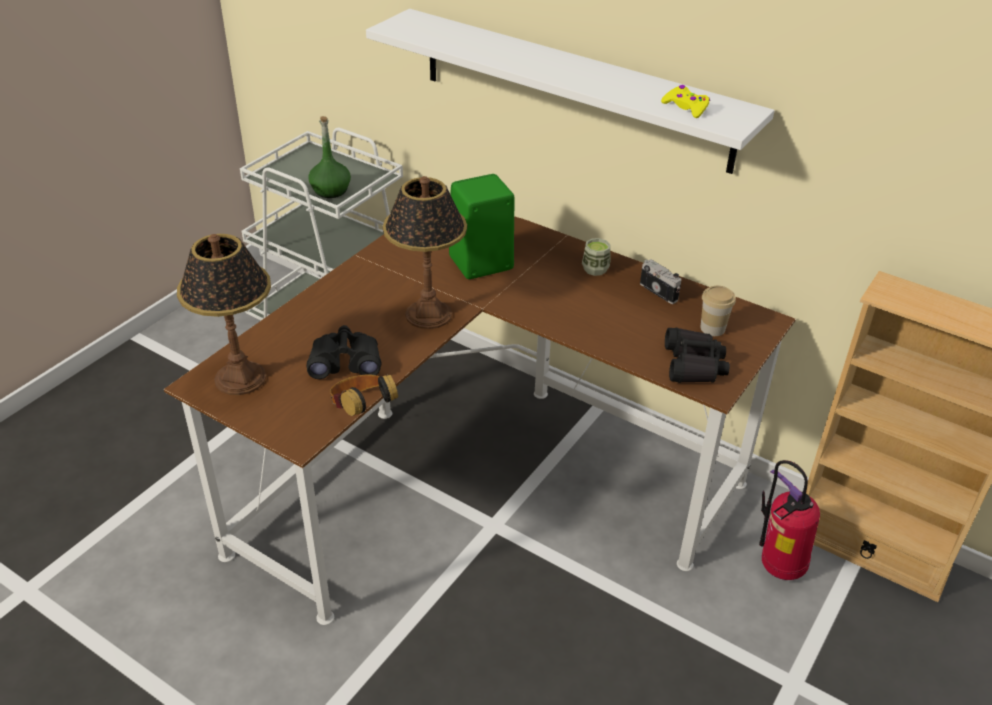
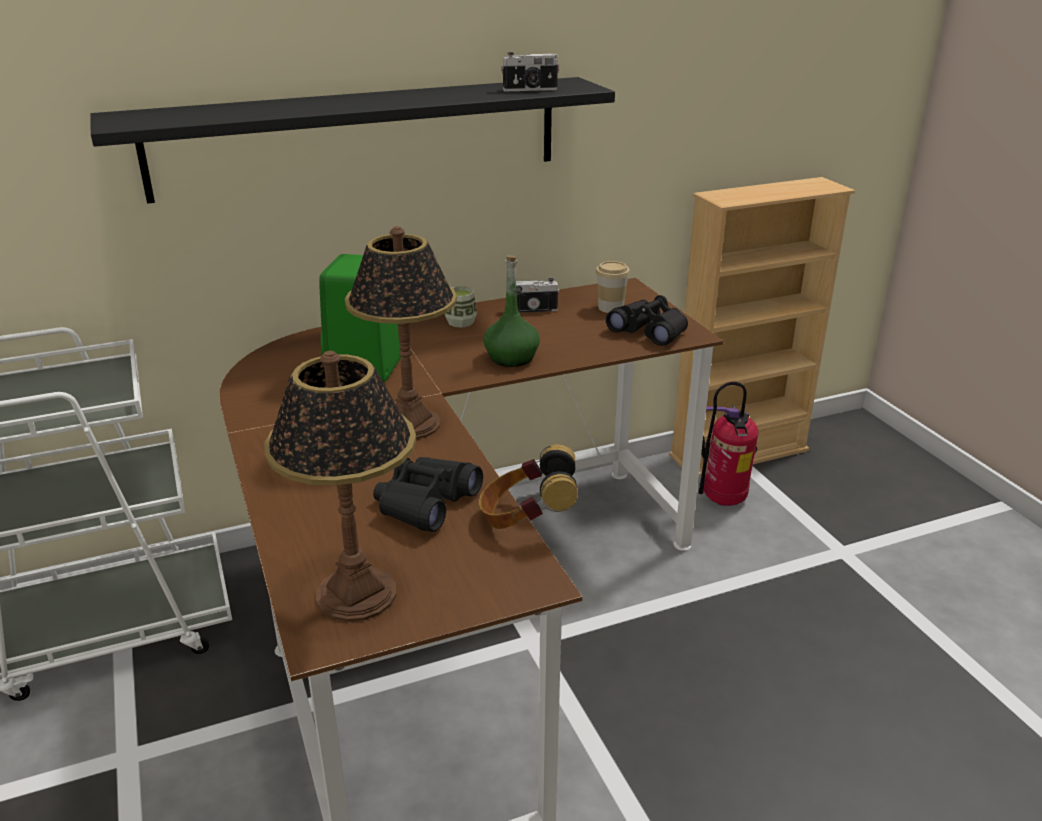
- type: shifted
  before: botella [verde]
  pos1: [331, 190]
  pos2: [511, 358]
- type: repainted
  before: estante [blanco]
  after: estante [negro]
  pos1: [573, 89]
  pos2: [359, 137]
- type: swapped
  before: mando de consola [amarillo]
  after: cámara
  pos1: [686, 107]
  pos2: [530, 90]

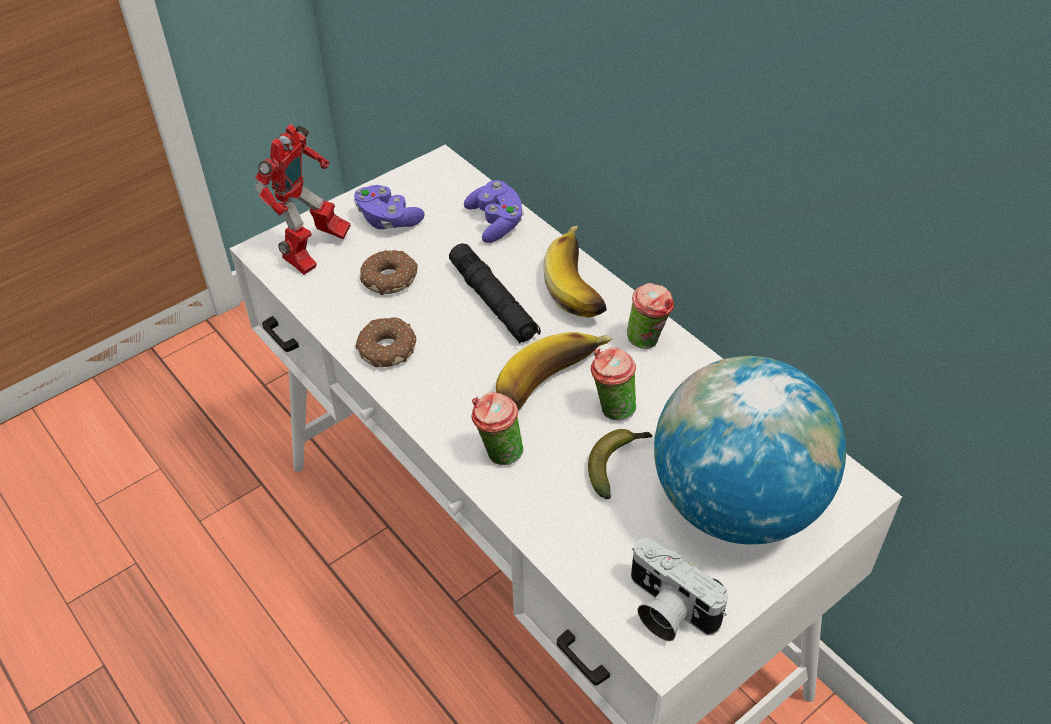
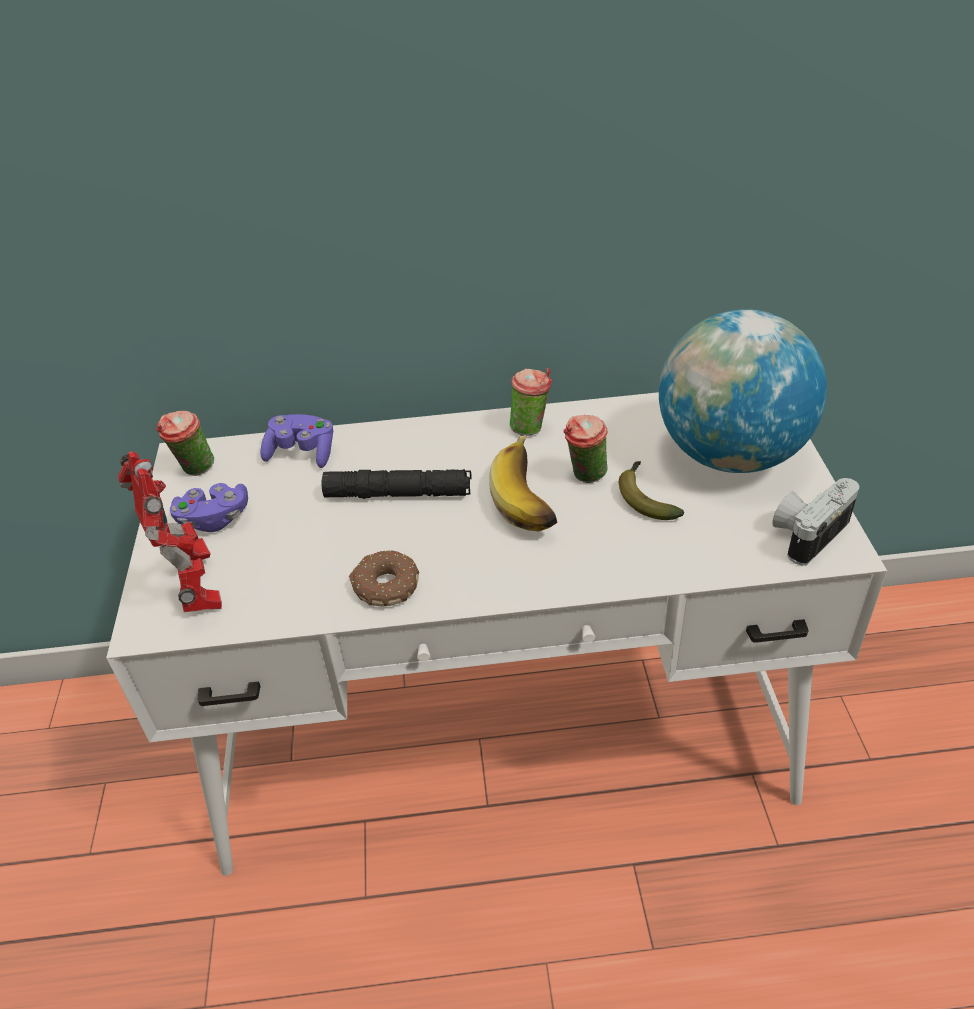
- type: gone
  before: rosquilla
  pos1: [390, 278]
- type: shifted
  before: taza
  pos1: [497, 454]
  pos2: [194, 470]
- type: gone
  before: plátano
  pos1: [582, 286]
- type: rotated
  before: cámara
  pos1: [666, 609]
  pos2: [807, 532]
  turn: 150

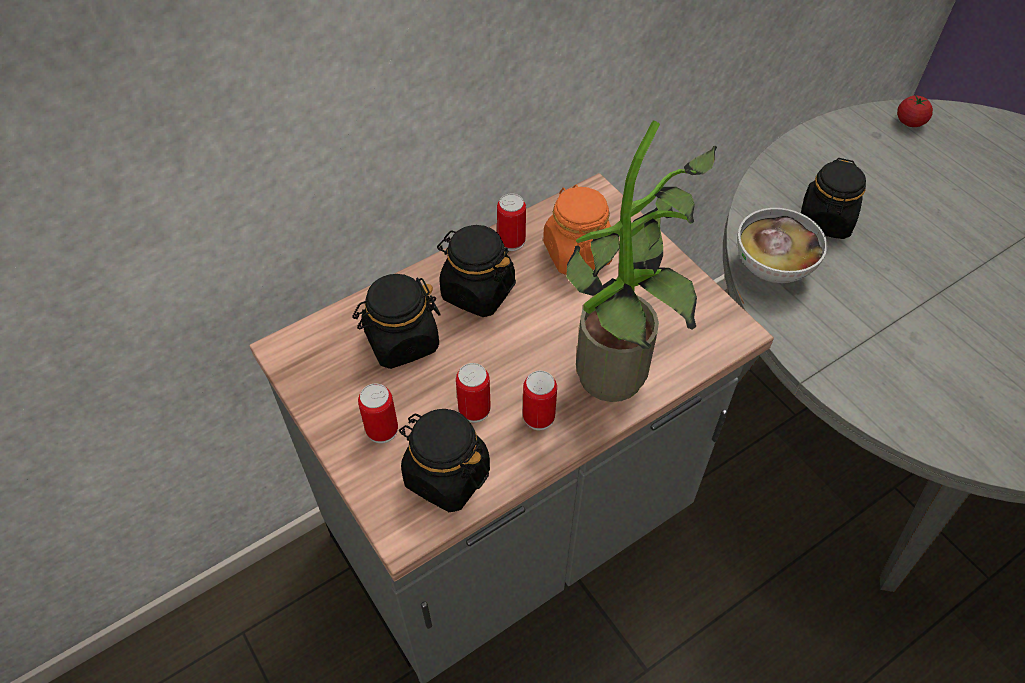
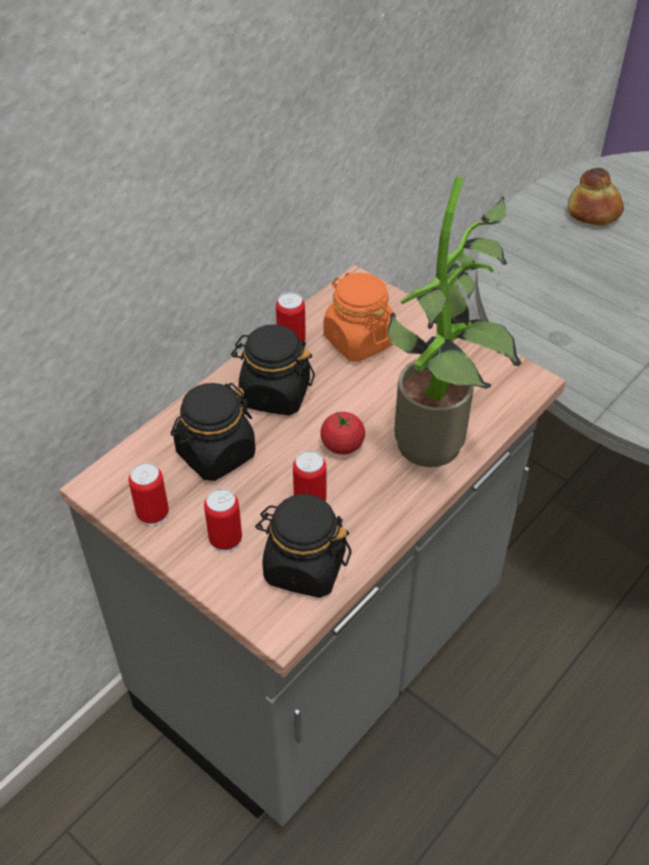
- type: shifted
  before: lata
  pos1: [538, 417]
  pos2: [153, 513]
- type: gone
  before: cuenco
  pos1: [772, 268]
- type: gone
  before: tarro [negro]
  pos1: [825, 221]
- type: shifted
  before: tomate
  pos1: [910, 122]
  pos2: [342, 445]
- type: new
  after: pan
  pos2: [592, 212]

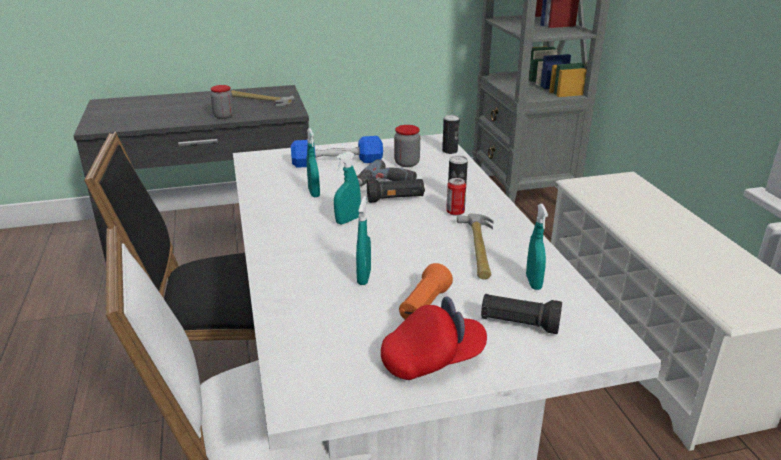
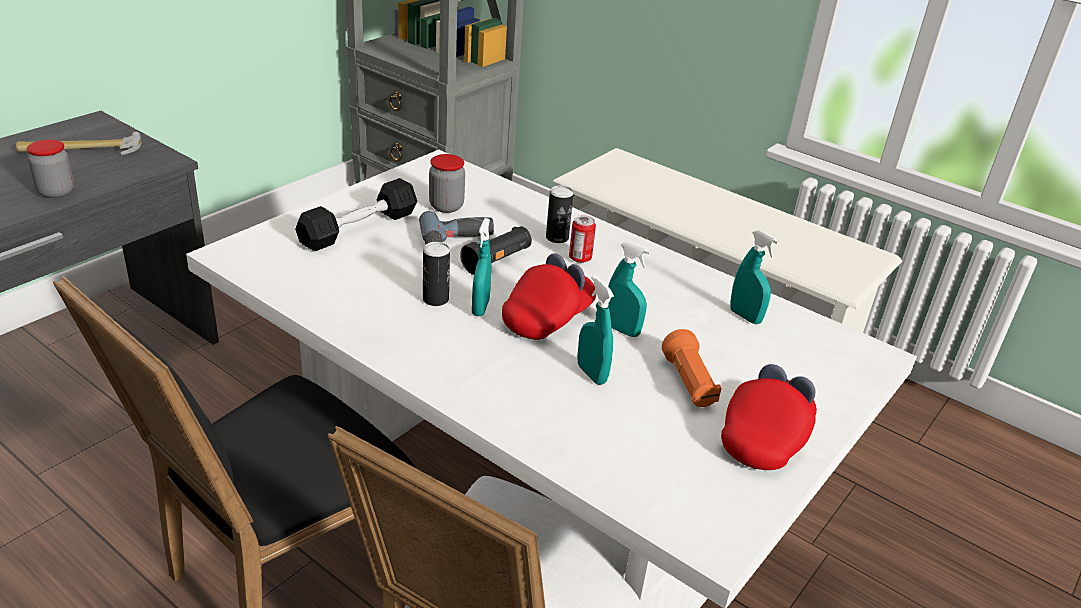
- type: repainted
  before: mancuerna [azul]
  after: mancuerna [negro]
  pos1: [337, 162]
  pos2: [359, 228]
- type: shifted
  before: pulverizador [turquesa]
  pos1: [314, 193]
  pos2: [621, 330]
- type: shifted
  before: lata
  pos1: [450, 151]
  pos2: [435, 299]
- type: gone
  before: martillo
  pos1: [478, 248]
- type: gone
  before: linterna [negro]
  pos1: [518, 324]
- type: new
  after: gorra [rojo]
  pos2: [548, 318]

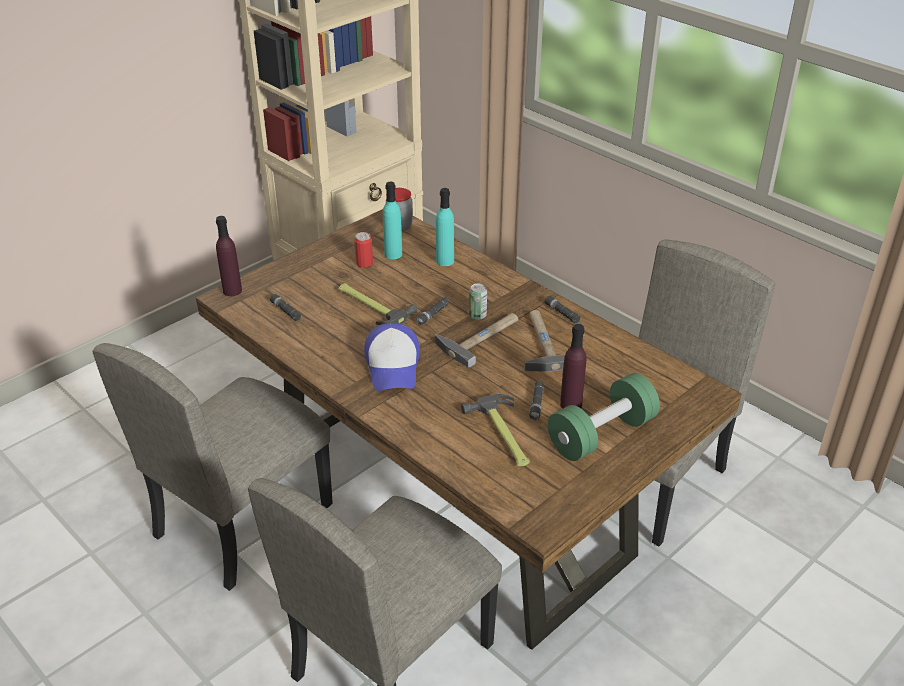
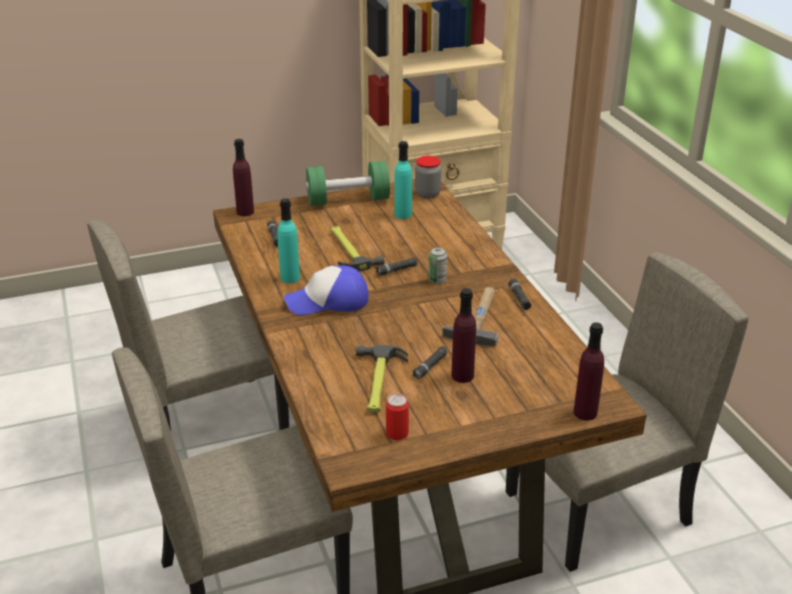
- type: shifted
  before: lata
  pos1: [364, 263]
  pos2: [397, 433]
- type: rotated
  before: gorra
  pos1: [393, 366]
  pos2: [328, 301]
  turn: 60
- type: gone
  before: martillo
  pos1: [481, 338]
- type: shifted
  before: botella [turquesa]
  pos1: [445, 261]
  pos2: [290, 278]
- type: shifted
  before: mancuerna [verde]
  pos1: [601, 434]
  pos2: [348, 200]
- type: new
  after: botella [morado]
  pos2: [585, 412]

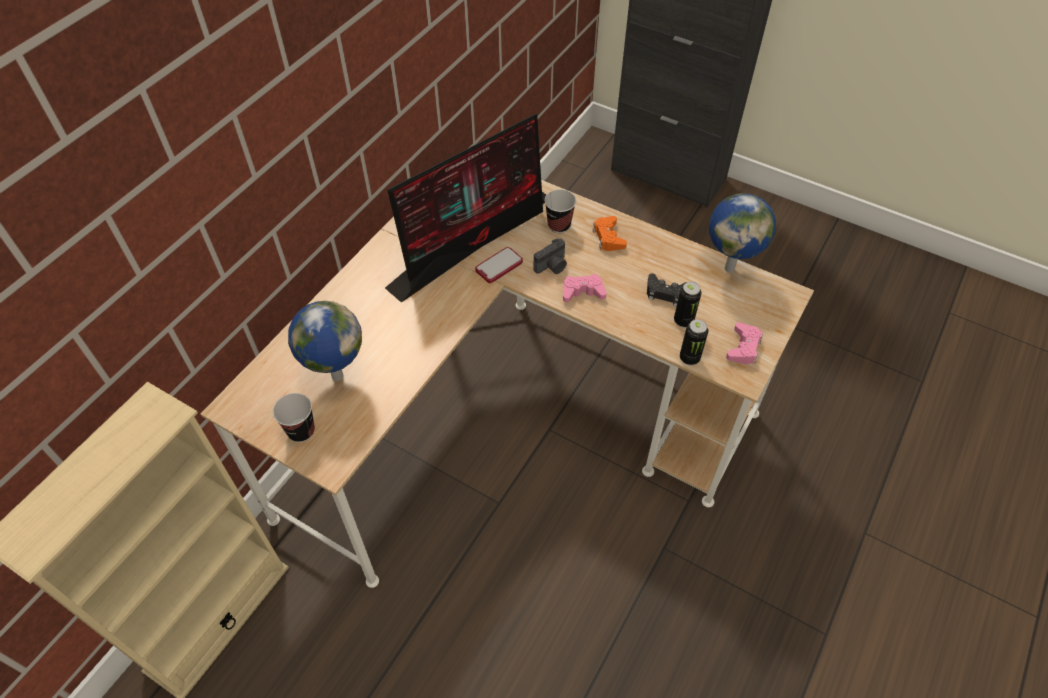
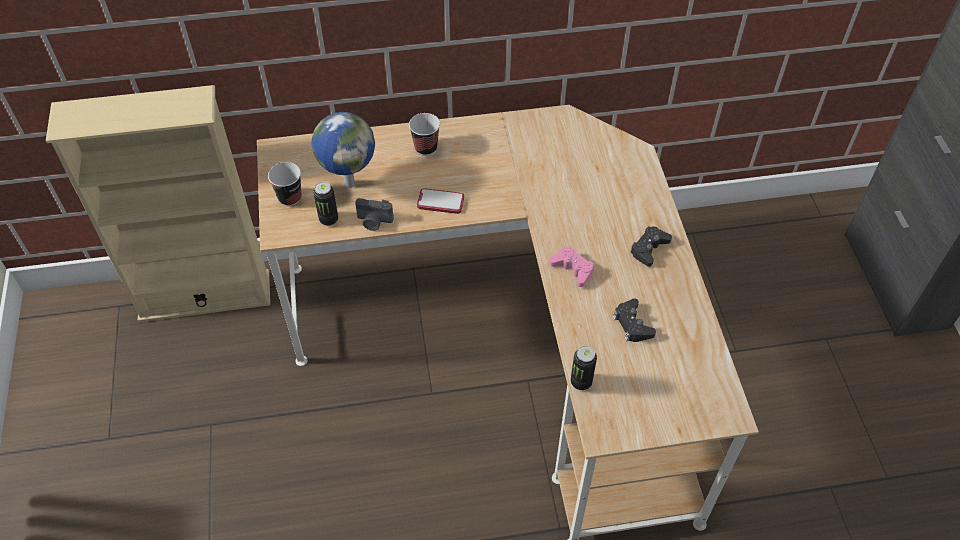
- type: gone
  before: monitor
  pos1: [474, 240]
- type: shifted
  before: móvil
  pos1: [499, 266]
  pos2: [440, 202]
- type: shifted
  before: cámara
  pos1: [552, 266]
  pos2: [374, 222]
- type: shifted
  before: taza
  pos1: [559, 225]
  pos2: [426, 148]
- type: repainted
  before: mando de consola [naranja]
  after: mando de consola [negro]
  pos1: [608, 237]
  pos2: [649, 249]
- type: shifted
  before: lata
  pos1: [683, 321]
  pos2: [329, 219]
- type: gone
  before: globo terráqueo
  pos1: [730, 268]
- type: gone
  before: mando de consola [rosa]
  pos1: [743, 347]

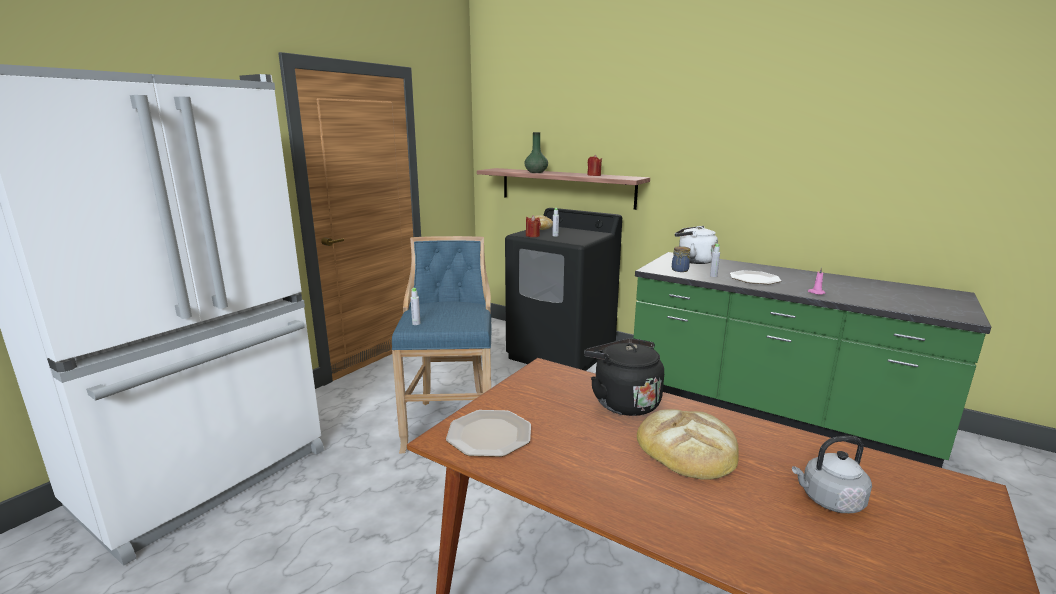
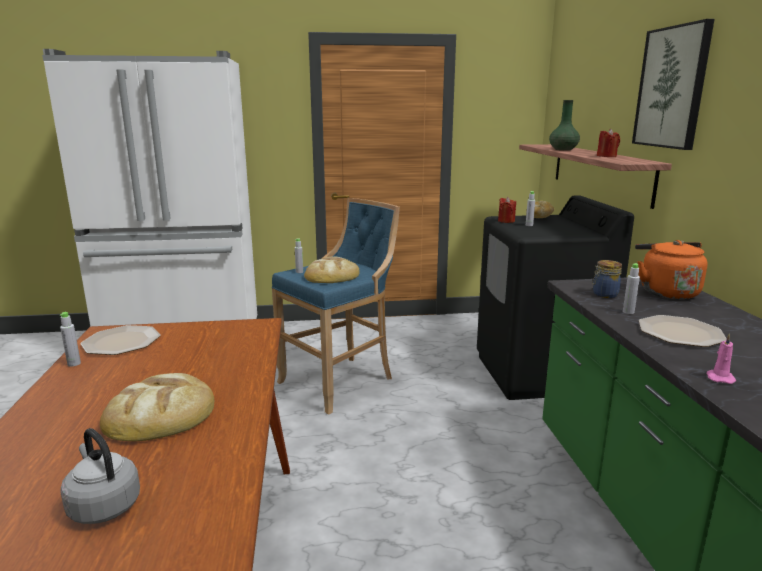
- type: gone
  before: hervidor [negro]
  pos1: [623, 402]
- type: repainted
  before: hervidor [blanco]
  after: hervidor [naranja]
  pos1: [693, 261]
  pos2: [665, 292]
- type: new
  after: botella [gris]
  pos2: [74, 364]
- type: new
  after: pan
  pos2: [332, 275]
- type: new
  after: cuadro
  pos2: [672, 87]

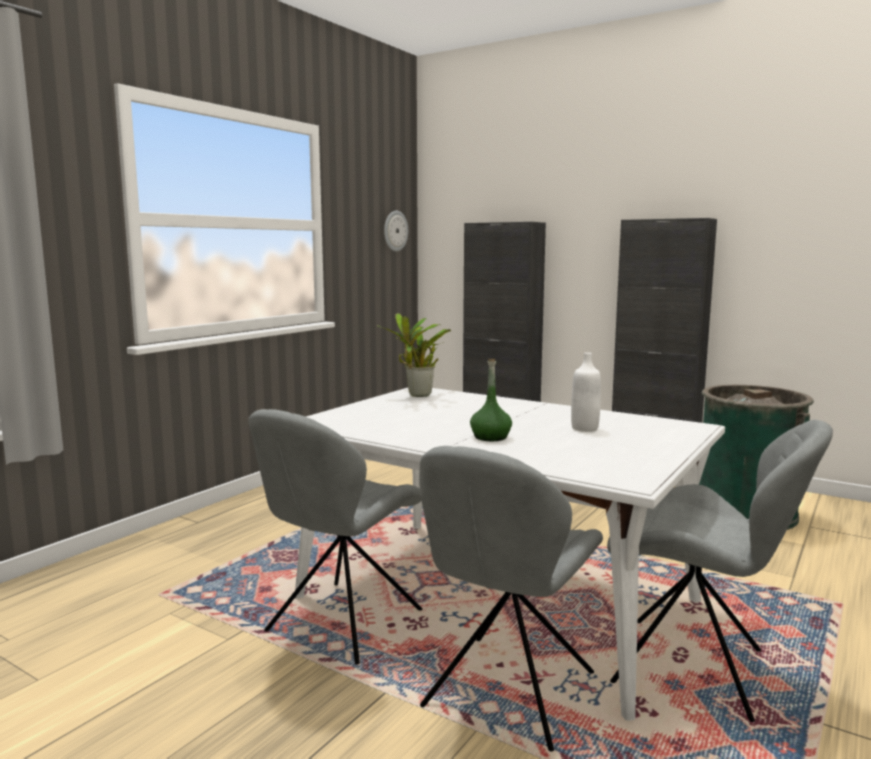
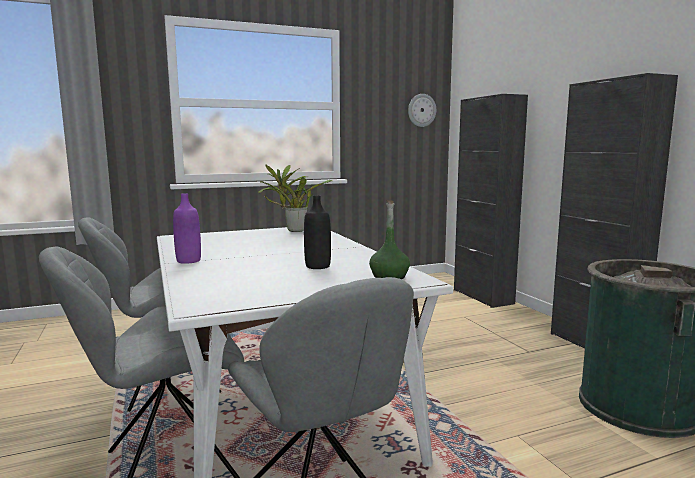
- type: shifted
  before: botella [verde]
  pos1: [490, 437]
  pos2: [389, 277]
- type: repainted
  before: botella [blanco]
  after: botella [negro]
  pos1: [584, 428]
  pos2: [317, 266]
- type: new
  after: botella [morado]
  pos2: [188, 261]

